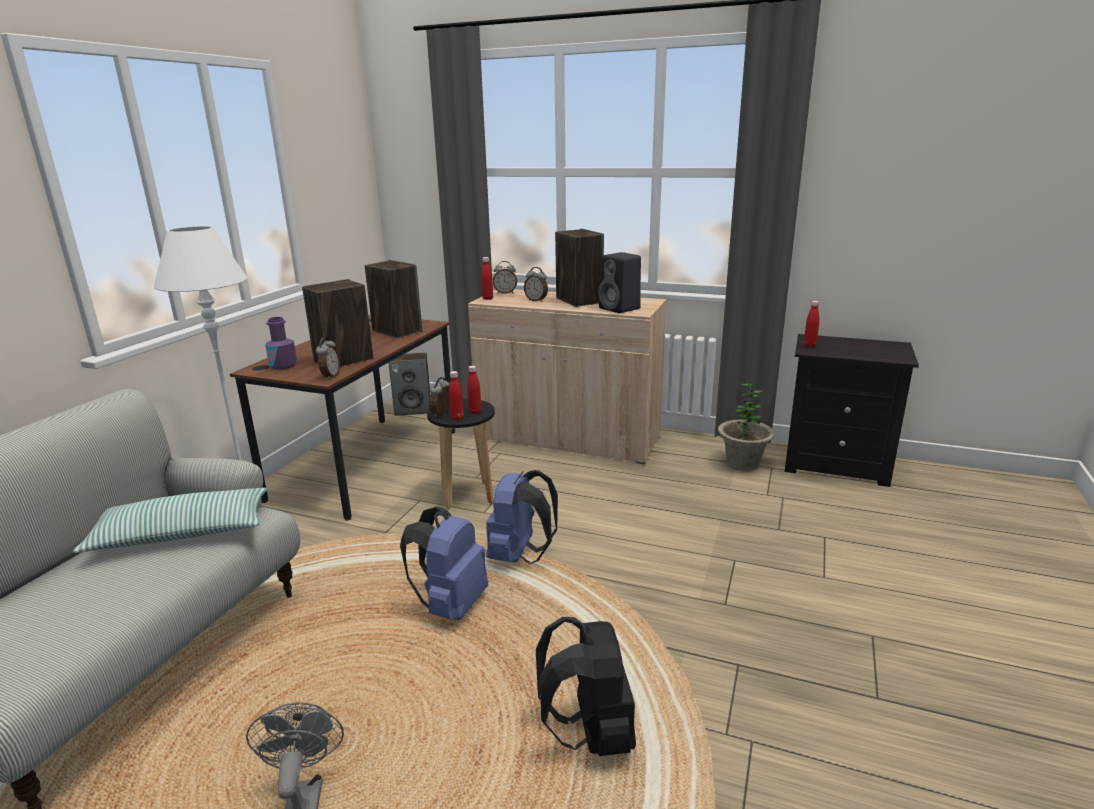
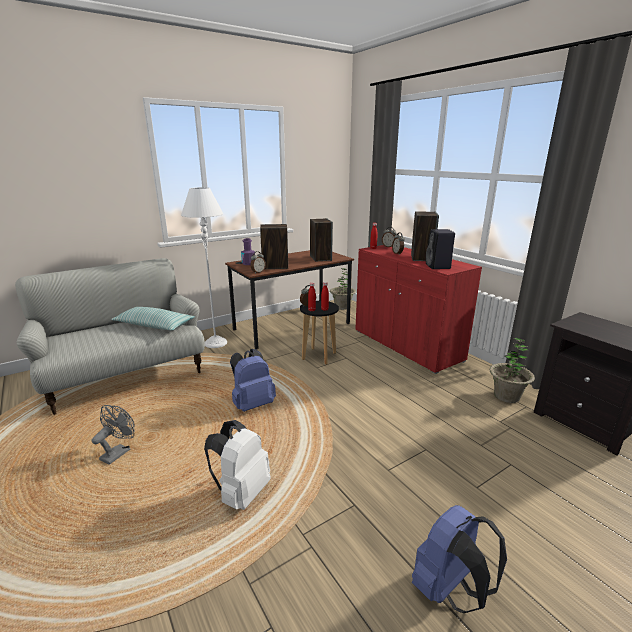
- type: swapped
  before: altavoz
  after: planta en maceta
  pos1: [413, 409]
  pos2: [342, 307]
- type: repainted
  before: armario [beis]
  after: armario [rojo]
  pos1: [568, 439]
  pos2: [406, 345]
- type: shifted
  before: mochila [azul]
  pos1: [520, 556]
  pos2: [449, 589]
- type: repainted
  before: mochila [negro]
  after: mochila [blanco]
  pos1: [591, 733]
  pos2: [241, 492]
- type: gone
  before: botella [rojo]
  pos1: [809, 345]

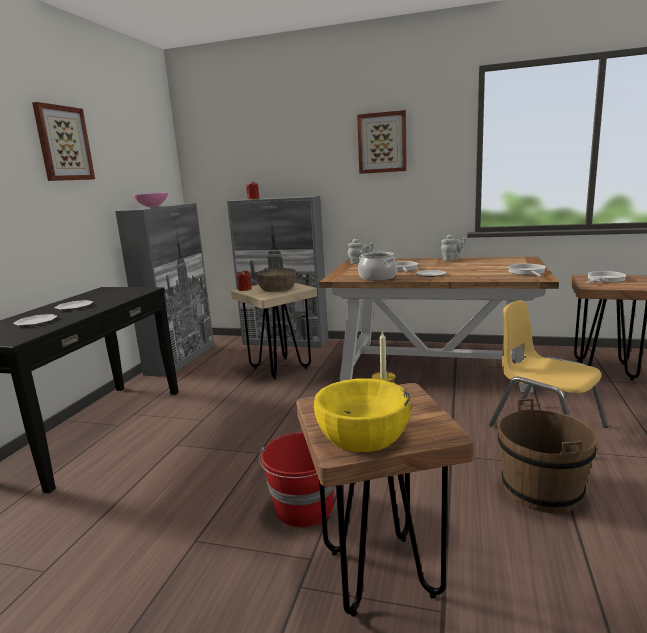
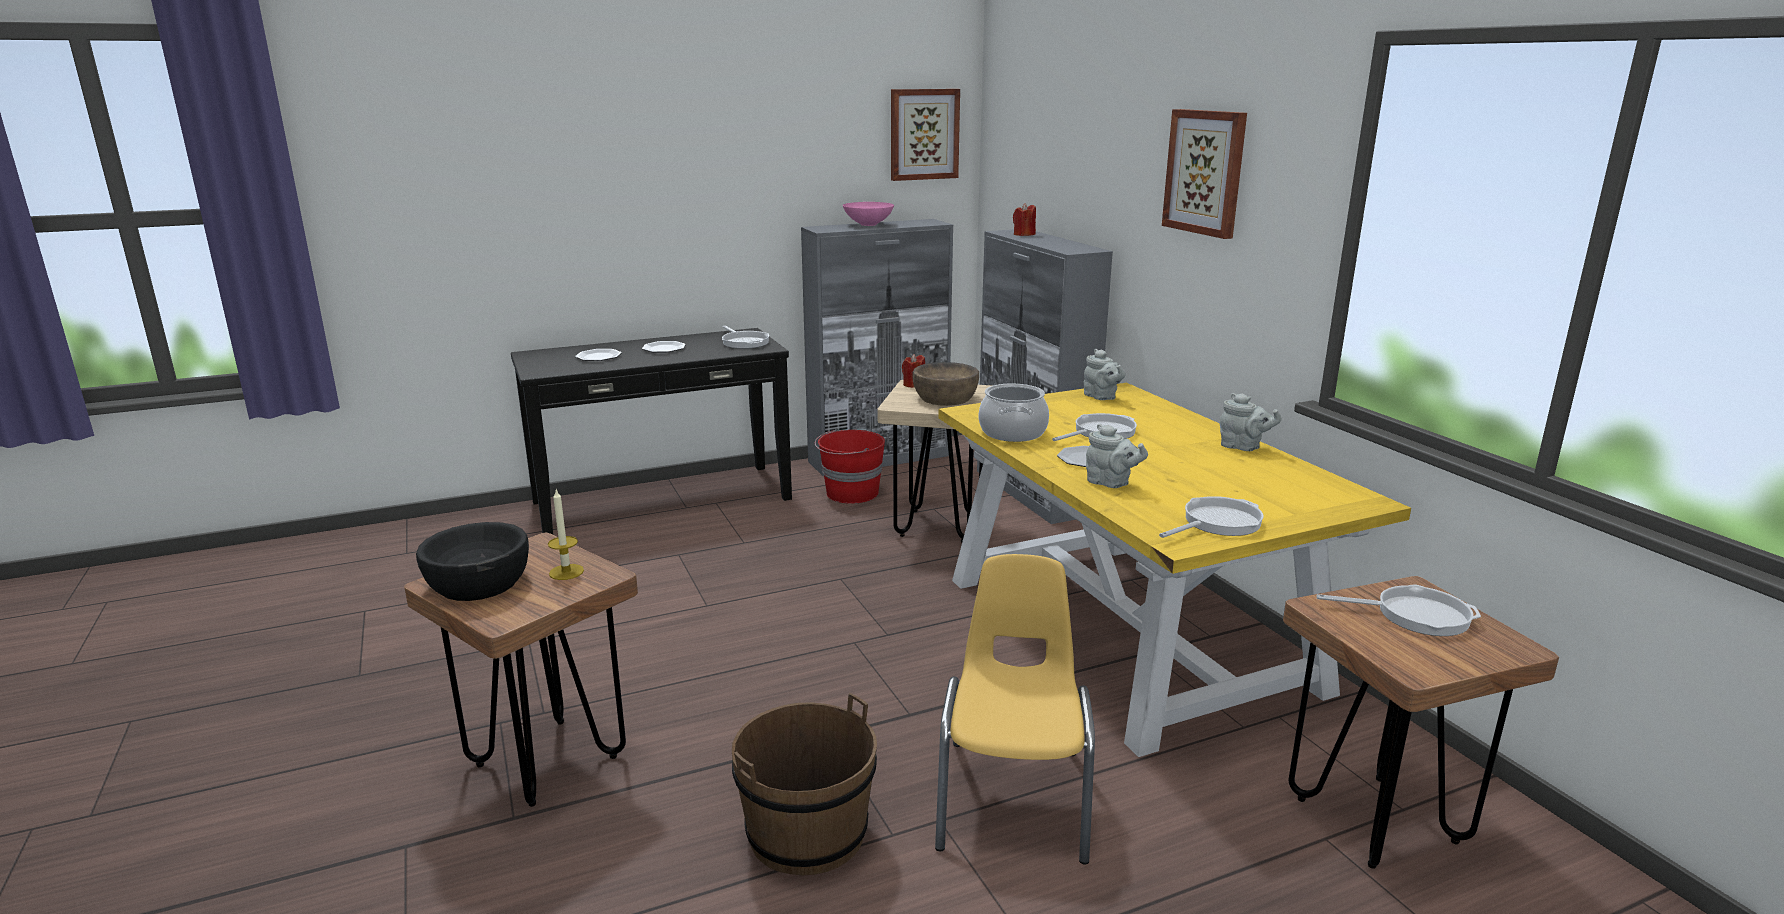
- type: shifted
  before: cuadro
  pos1: [63, 143]
  pos2: [923, 134]
- type: shifted
  before: cubo [rojo]
  pos1: [304, 508]
  pos2: [851, 493]
- type: repainted
  before: cuenco [amarillo]
  after: cuenco [negro]
  pos1: [363, 434]
  pos2: [479, 583]
- type: repainted
  before: mesa de comedor [marrón]
  after: mesa de comedor [amarillo]
  pos1: [433, 364]
  pos2: [1125, 631]
- type: new
  after: sartén
  pos2: [744, 342]
- type: new
  after: tetera [gris]
  pos2: [1111, 483]

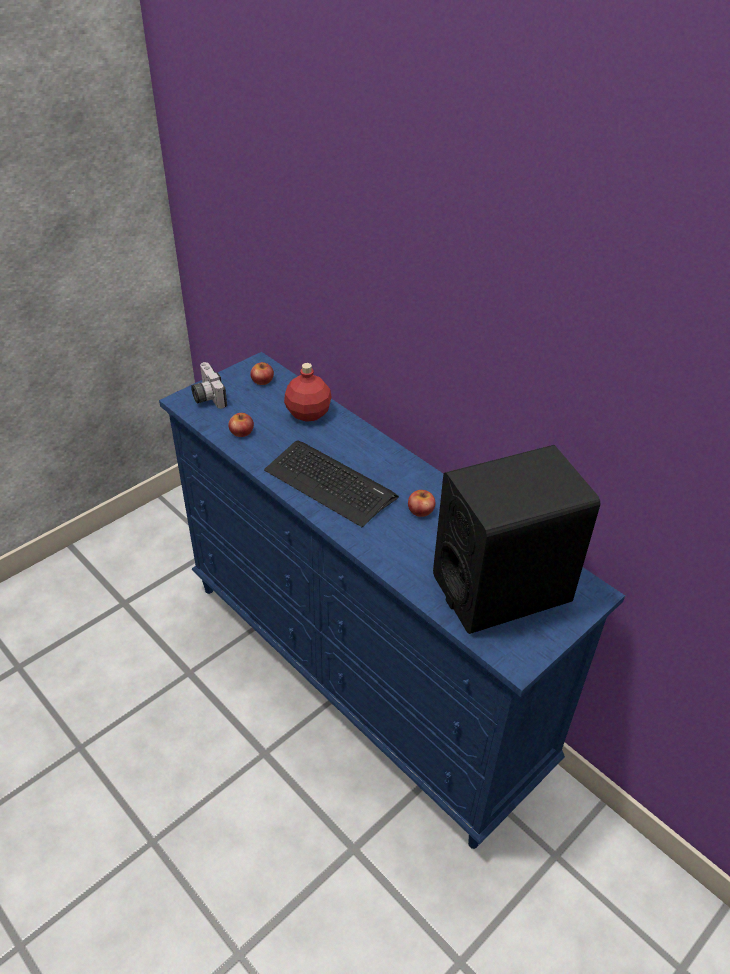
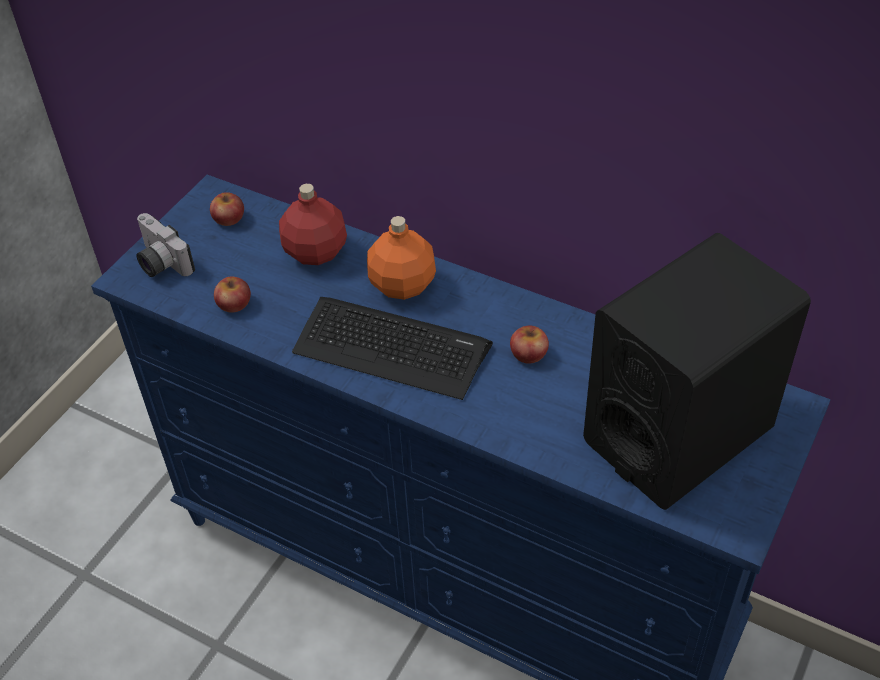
- type: new
  after: botella [naranja]
  pos2: [402, 284]

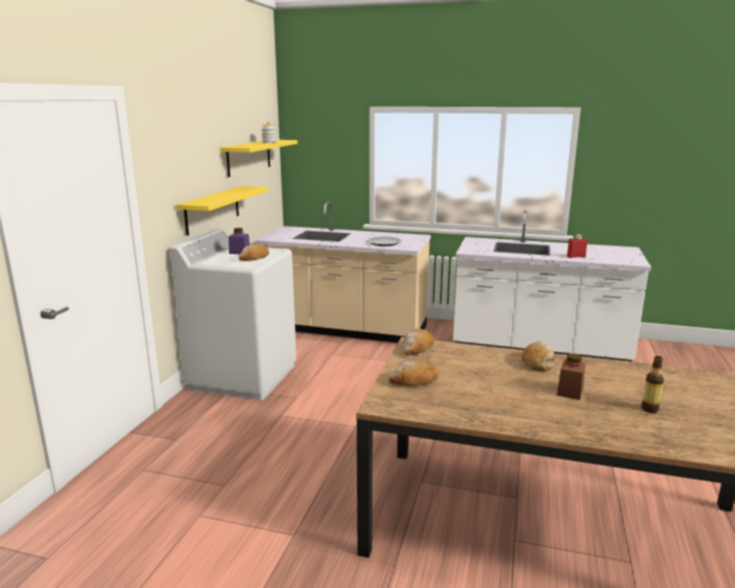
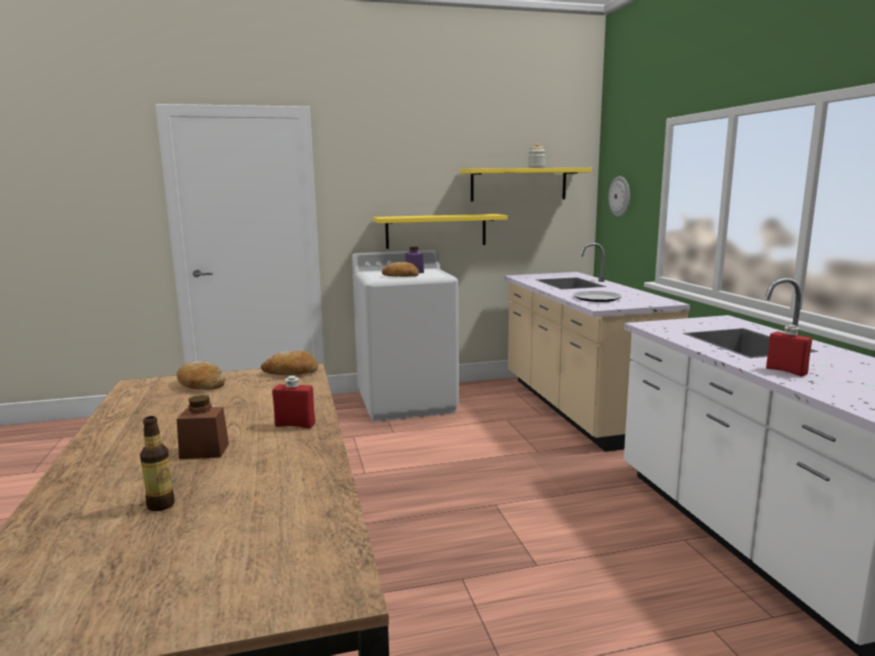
- type: swapped
  before: pan
  after: botella [rojo]
  pos1: [538, 362]
  pos2: [295, 425]
- type: new
  after: reloj de pared
  pos2: [620, 196]

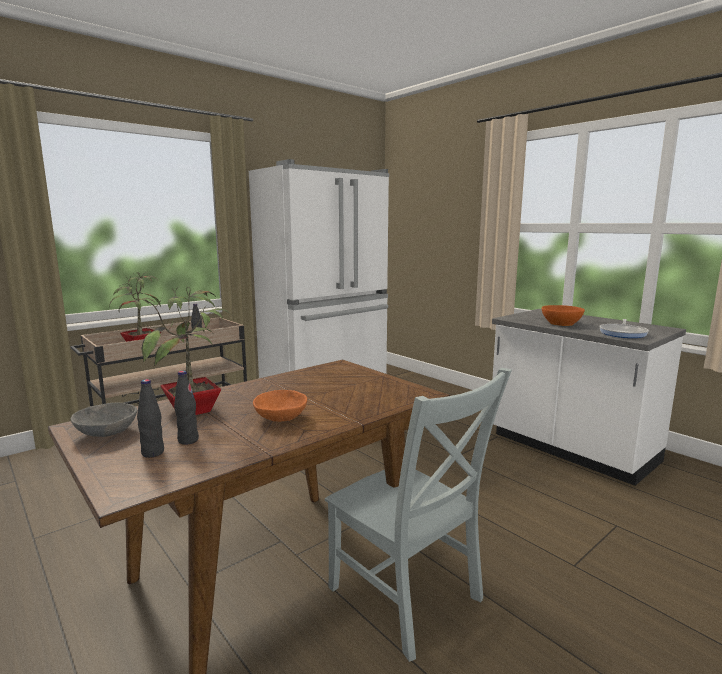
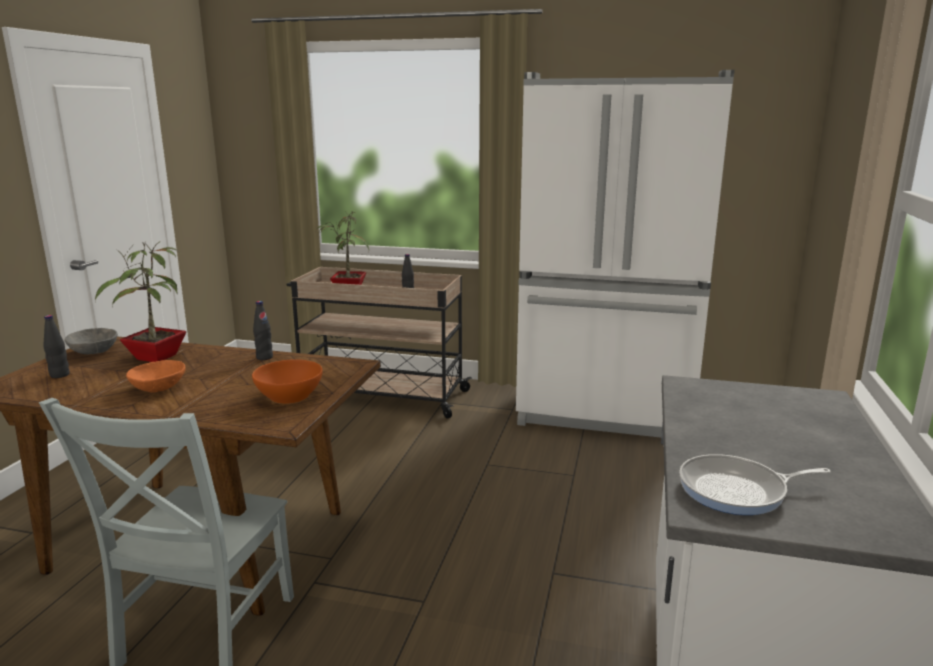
- type: shifted
  before: botella [negro]
  pos1: [188, 440]
  pos2: [264, 357]
- type: shifted
  before: cuenco [naranja]
  pos1: [561, 323]
  pos2: [289, 396]

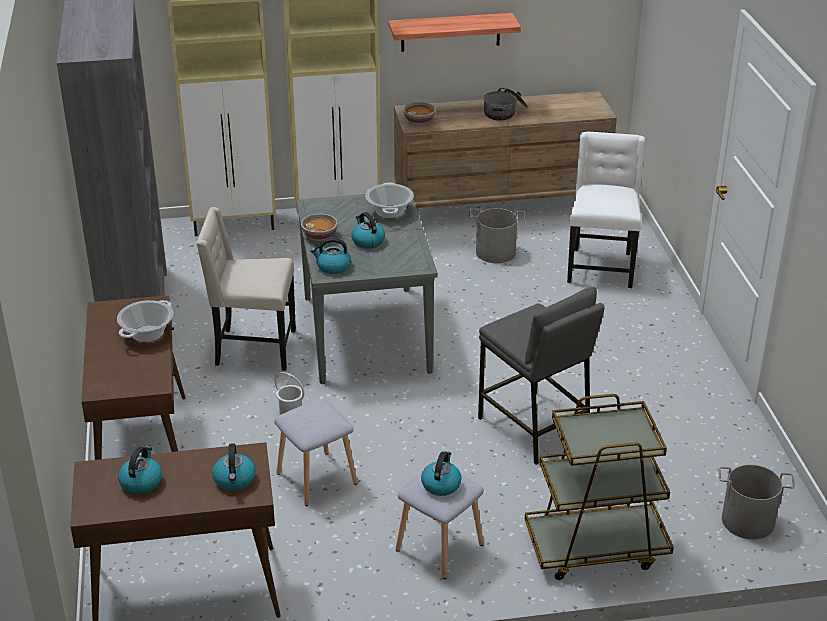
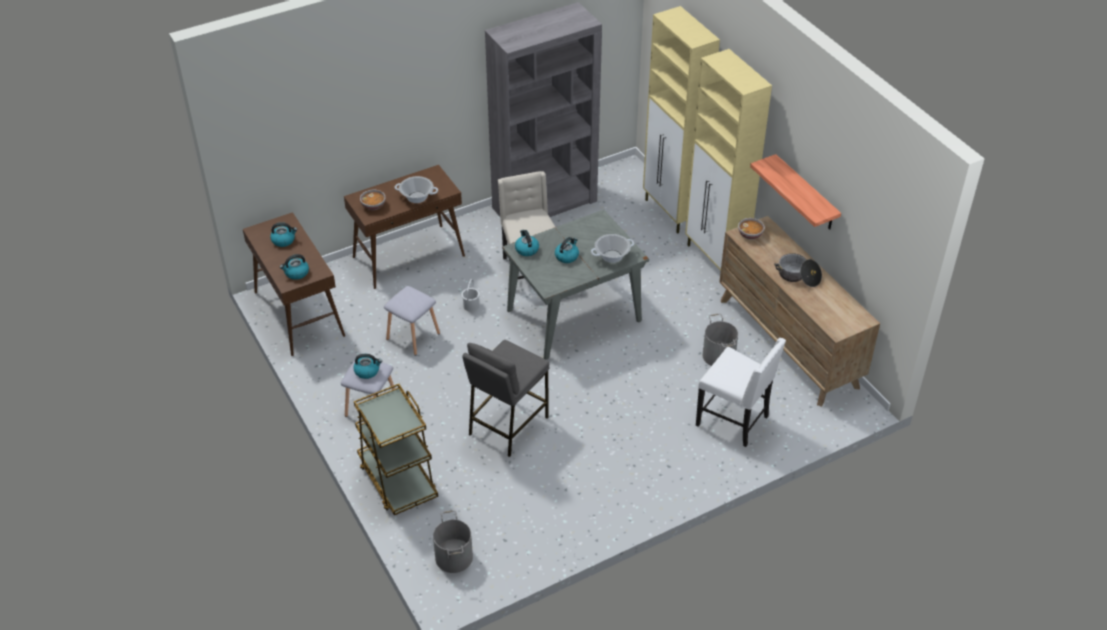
- type: shifted
  before: cuenco
  pos1: [320, 236]
  pos2: [373, 206]
- type: rotated
  before: silla [blanco]
  pos1: [600, 267]
  pos2: [734, 421]
  turn: 45

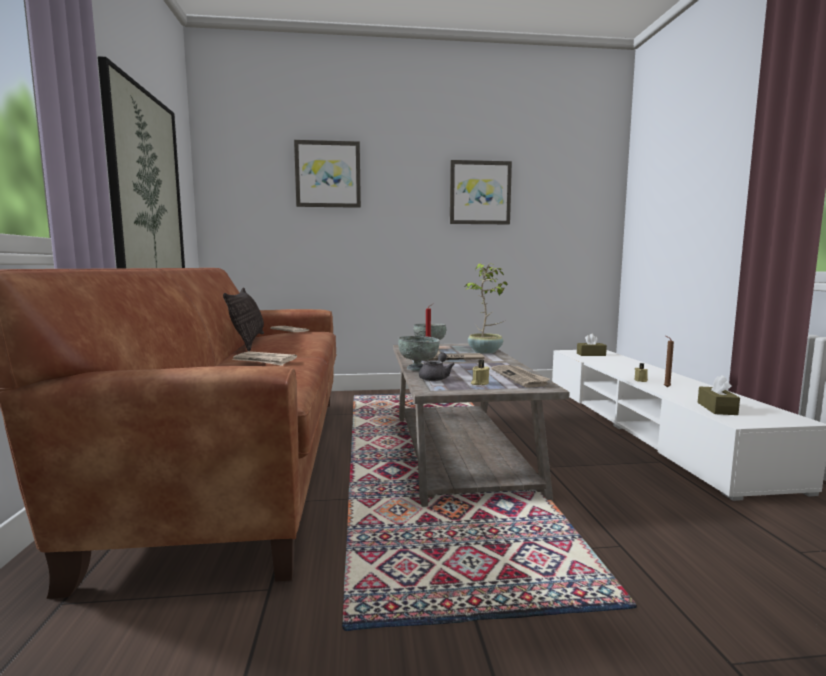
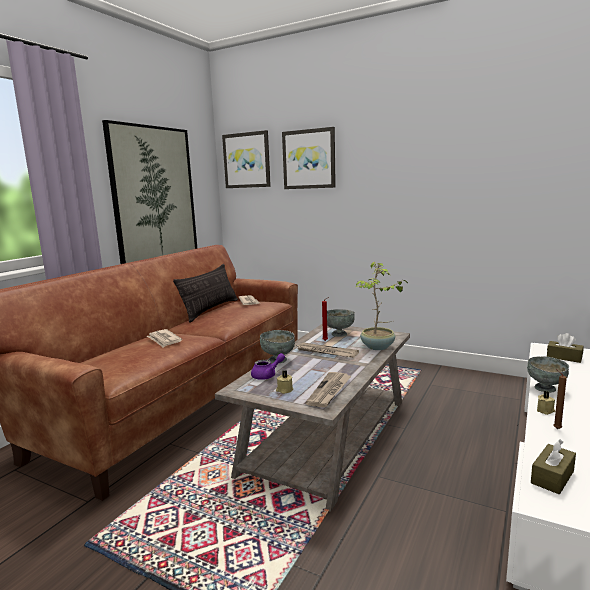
- type: repainted
  before: tetera [gris]
  after: tetera [morado]
  pos1: [436, 378]
  pos2: [267, 375]
- type: shifted
  before: cuadro
  pos1: [480, 193]
  pos2: [247, 160]
- type: new
  after: cuenco [gris]
  pos2: [546, 389]

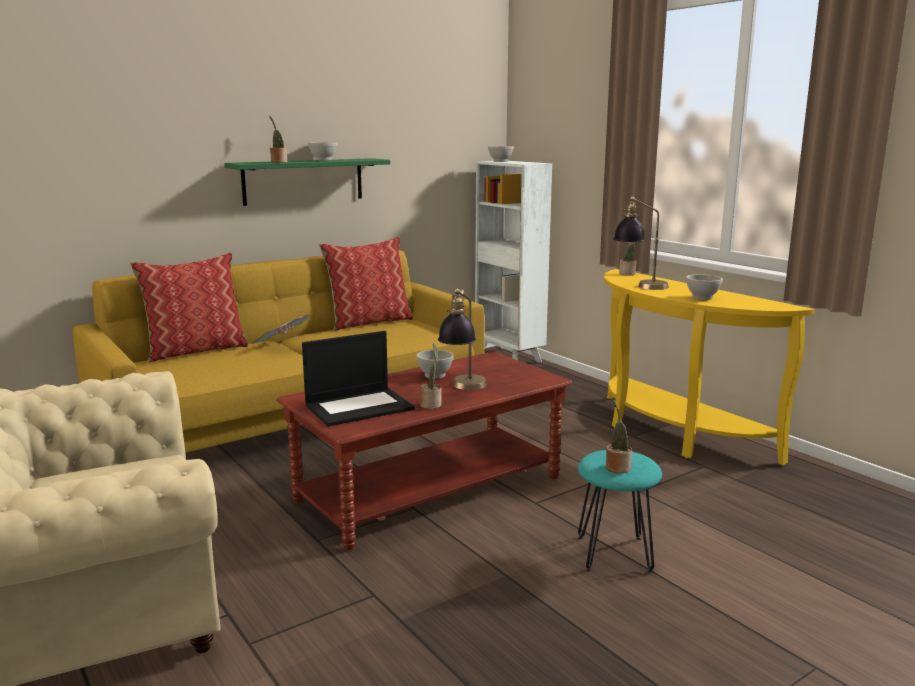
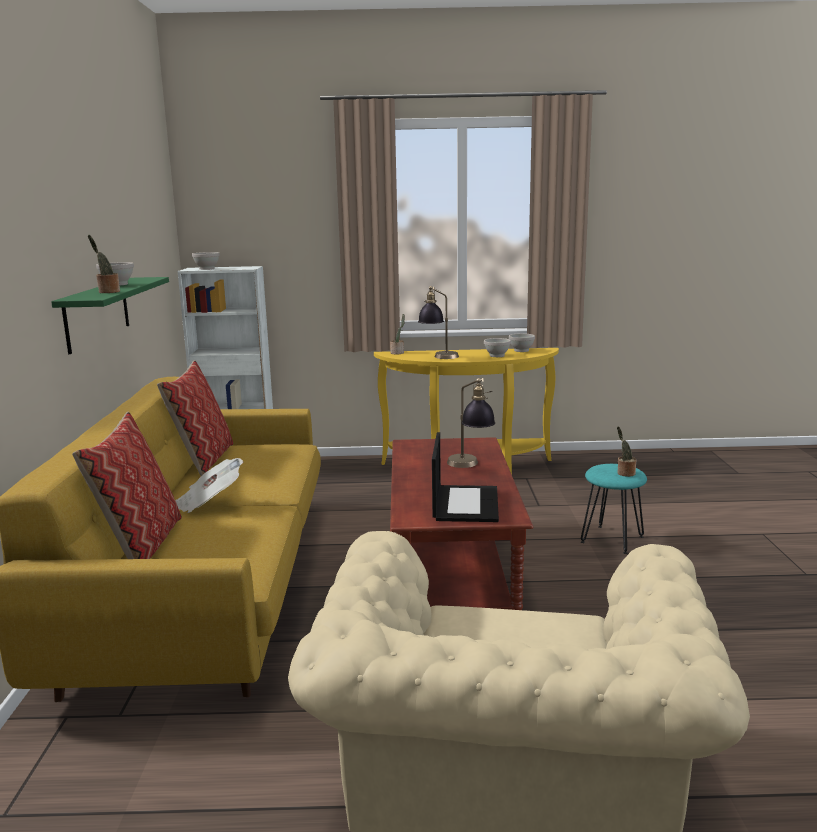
- type: shifted
  before: cuenco [blanco]
  pos1: [435, 375]
  pos2: [521, 350]
- type: gone
  before: planta en maceta
  pos1: [431, 404]

